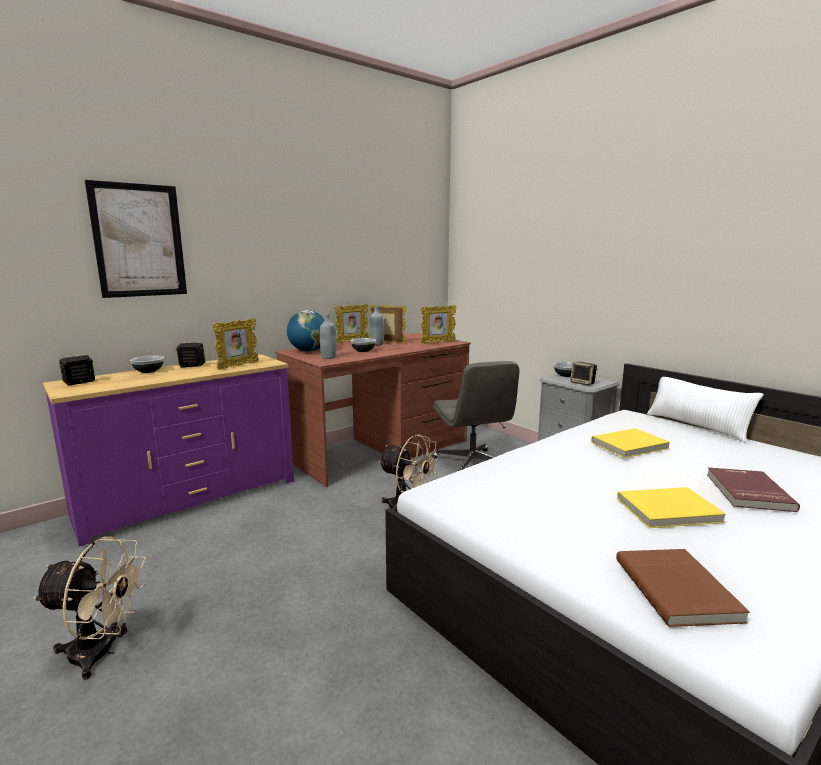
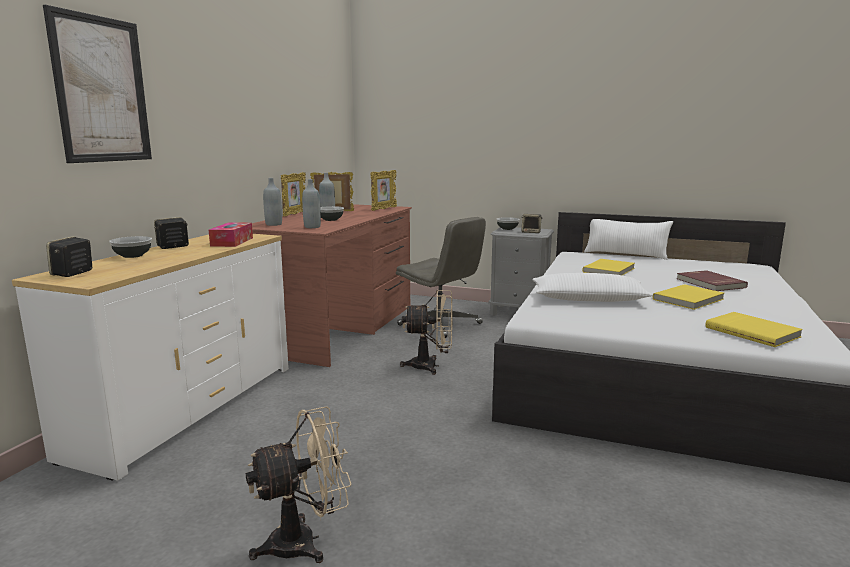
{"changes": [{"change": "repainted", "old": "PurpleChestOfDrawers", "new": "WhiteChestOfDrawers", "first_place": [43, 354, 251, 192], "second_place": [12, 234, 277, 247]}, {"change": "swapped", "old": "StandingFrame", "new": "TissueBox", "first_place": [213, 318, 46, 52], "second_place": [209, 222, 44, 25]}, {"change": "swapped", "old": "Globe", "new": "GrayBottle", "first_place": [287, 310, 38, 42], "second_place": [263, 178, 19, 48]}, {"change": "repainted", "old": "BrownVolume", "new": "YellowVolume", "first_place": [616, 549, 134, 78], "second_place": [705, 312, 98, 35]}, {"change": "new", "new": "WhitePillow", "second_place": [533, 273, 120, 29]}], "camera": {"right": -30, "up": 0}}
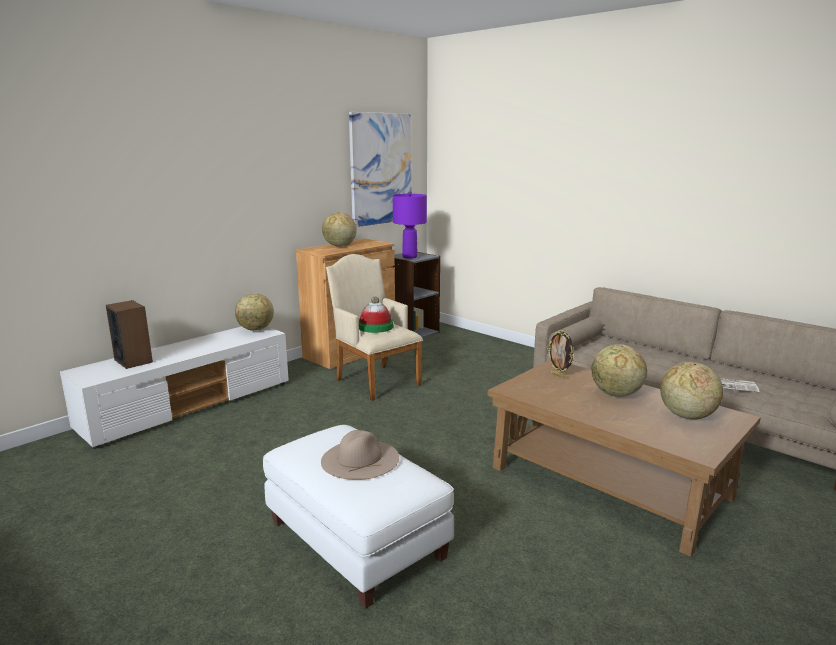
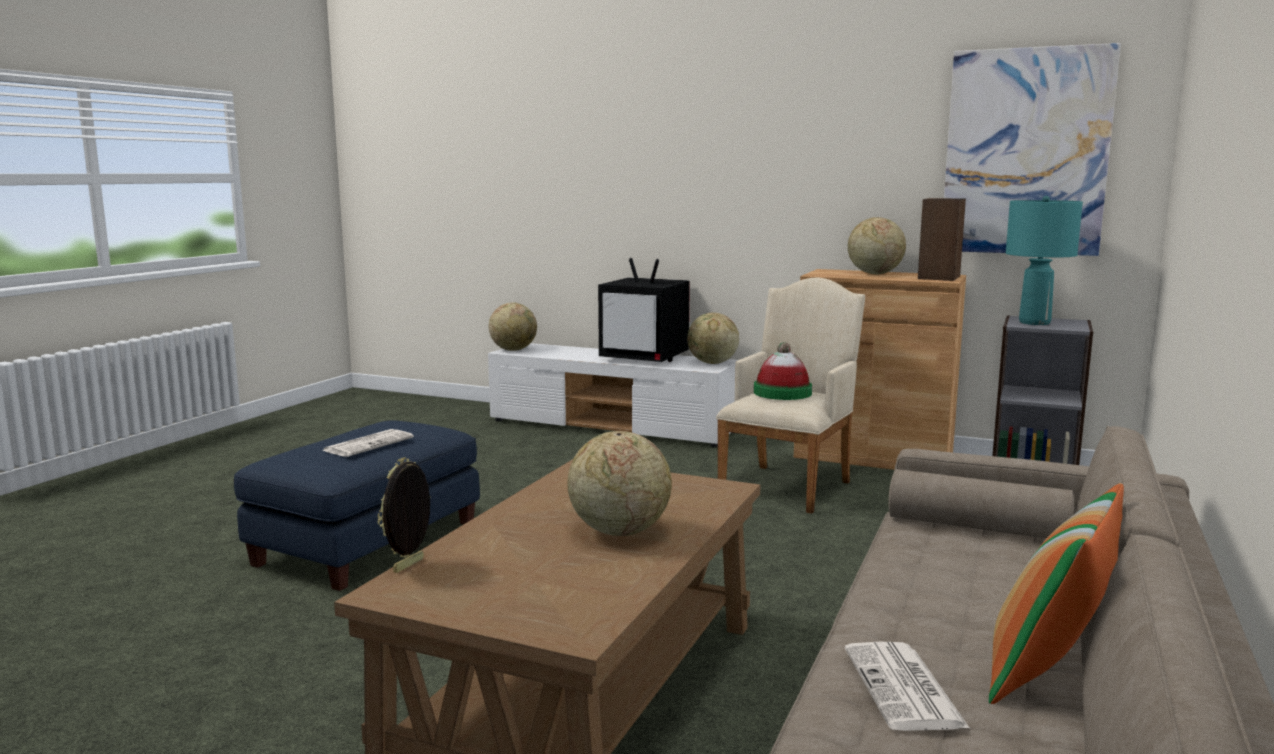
{"changes": [{"change": "shifted", "old": "AudioSpeaker", "first_place": [106, 300, 47, 69], "second_place": [918, 198, 48, 83]}, {"change": "repainted", "old": "WhiteOttoman", "new": "BlueColouredOttoman", "first_place": [263, 425, 191, 184], "second_place": [234, 420, 246, 171]}, {"change": "swapped", "old": "SandColouredClothingHat", "new": "PrintedPaper", "first_place": [321, 430, 78, 50], "second_place": [322, 429, 92, 28]}, {"change": "repainted", "old": "PurpleTableLamp", "new": "TurquoiseColouredTableLamp", "first_place": [393, 192, 34, 67], "second_place": [1006, 196, 77, 129]}, {"change": "shifted", "old": "StandingFrame", "first_place": [547, 330, 28, 48], "second_place": [378, 457, 52, 116]}, {"change": "shifted", "old": "Globe", "first_place": [660, 362, 63, 58], "second_place": [489, 302, 48, 49]}, {"change": "new", "new": "TvSet", "second_place": [598, 258, 92, 104]}, {"change": "new", "new": "Pillow", "second_place": [989, 483, 135, 221]}], "camera": {"right": 70, "up": -5}}
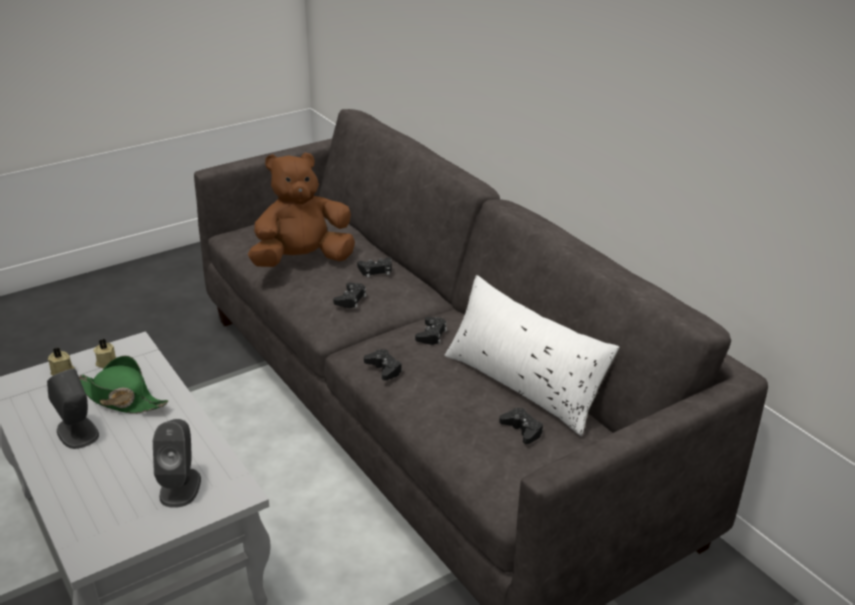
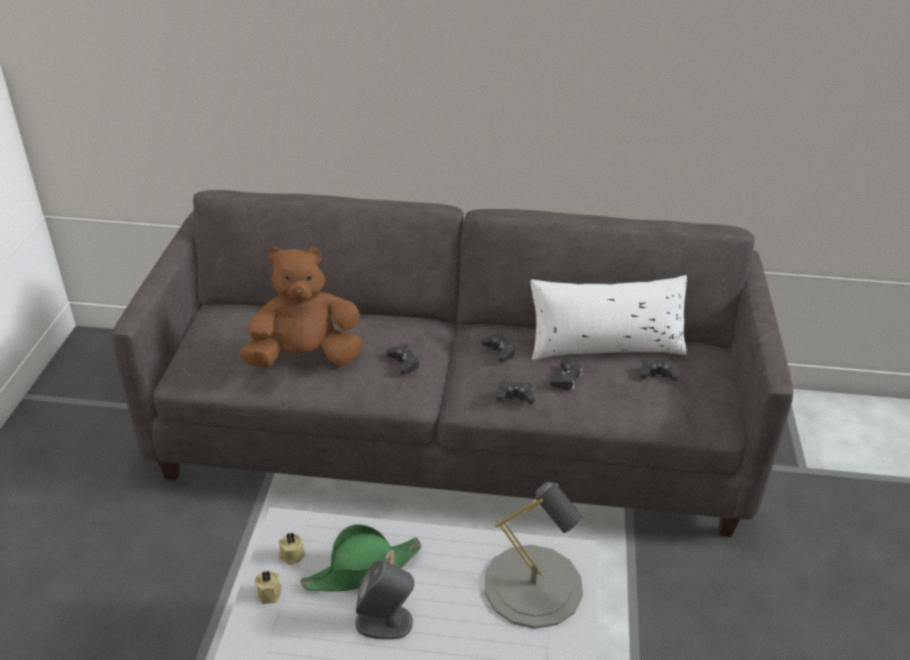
{"changes": [{"change": "swapped", "old": "GrayAudioSpeaker", "new": "GrayTableLamp", "first_place": [153, 419, 48, 89], "second_place": [484, 482, 99, 147]}, {"change": "rotated", "old": "BrownSoftToy", "first_place": [248, 153, 107, 114], "second_place": [240, 247, 123, 121], "degrees": 60}, {"change": "shifted", "old": "BlackColouredGamepad", "first_place": [357, 257, 35, 21], "second_place": [550, 360, 32, 30]}], "camera": {"right": -50, "up": 5}}
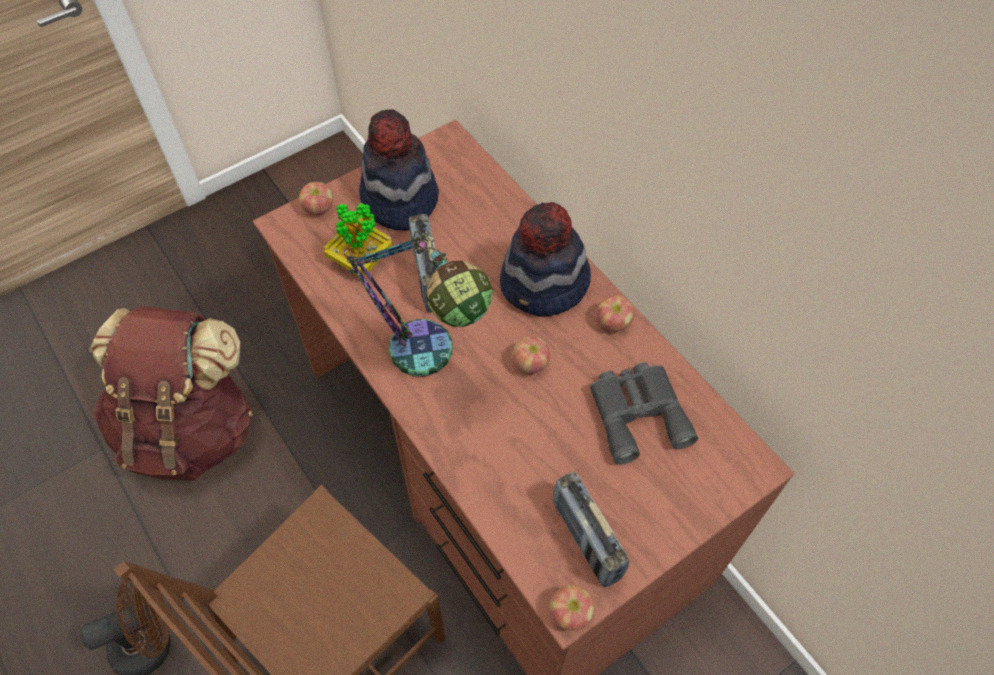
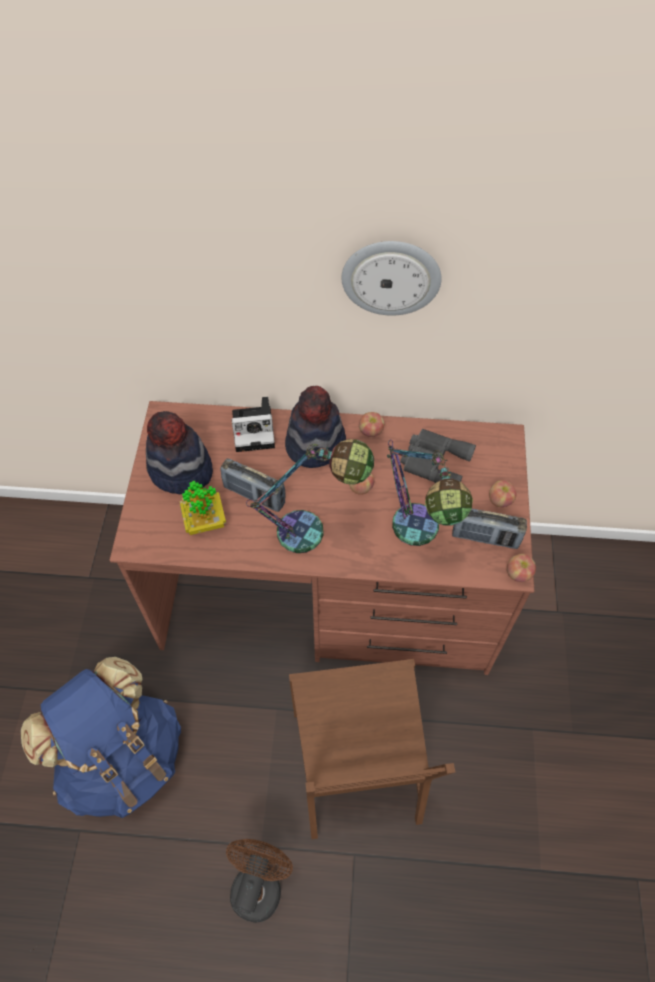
{"changes": [{"change": "repainted", "old": "BrownRucksack", "new": "BlueColouredRucksack", "first_place": [89, 306, 164, 175], "second_place": [21, 657, 160, 161]}, {"change": "shifted", "old": "AppleFruit", "first_place": [299, 182, 34, 33], "second_place": [489, 480, 27, 27]}, {"change": "new", "new": "StillCamera", "second_place": [232, 397, 43, 55]}, {"change": "new", "new": "HangingClock", "second_place": [341, 241, 101, 75]}, {"change": "new", "new": "TableLamp", "second_place": [387, 440, 86, 106]}], "camera": {"right": -50, "up": 0}}
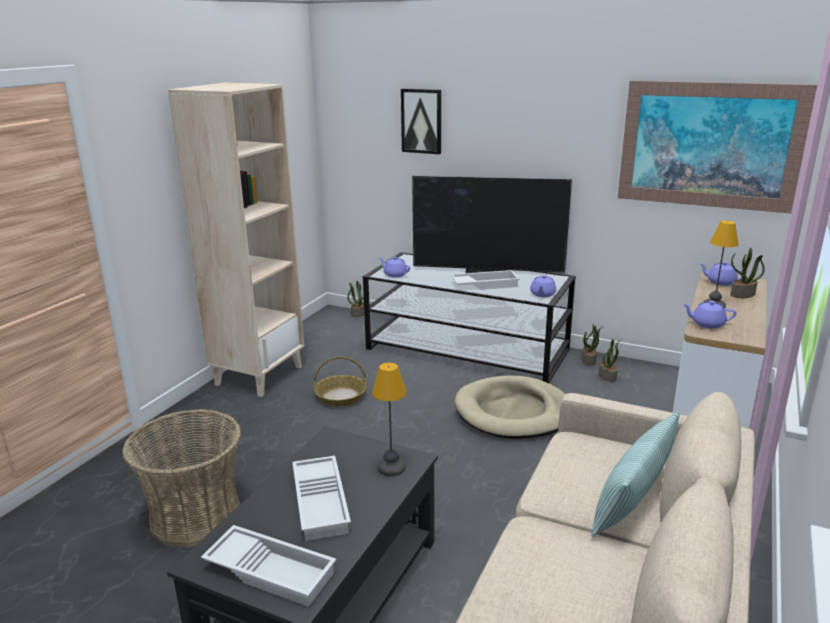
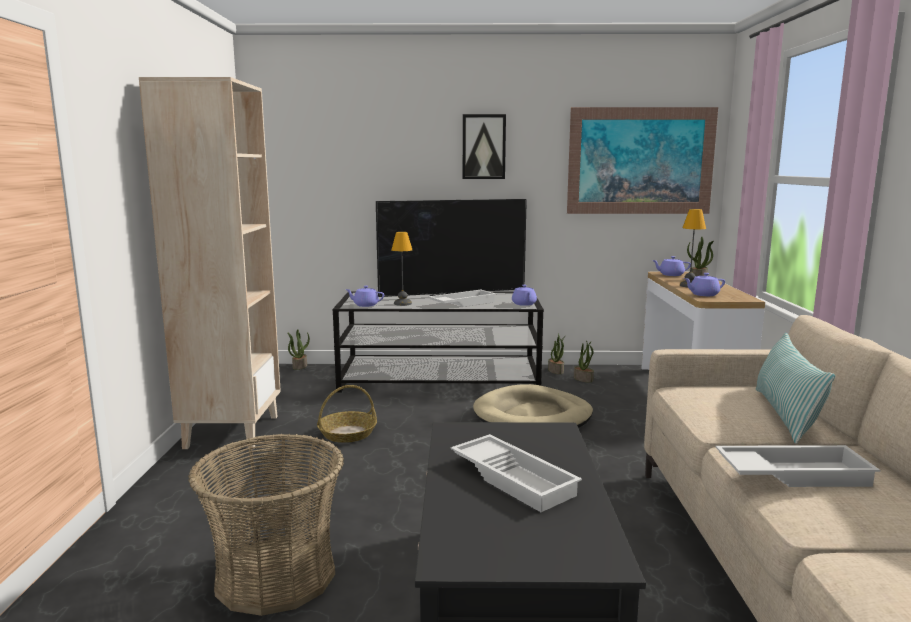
{"changes": [{"change": "shifted", "old": "WhiteCarryingTray", "first_place": [201, 525, 136, 82], "second_place": [716, 445, 164, 42]}, {"change": "shifted", "old": "TableLamp", "first_place": [372, 363, 35, 113], "second_place": [391, 232, 21, 74]}, {"change": "shifted", "old": "WallArt", "first_place": [401, 89, 40, 65], "second_place": [463, 114, 43, 65]}], "camera": {"right": -25, "up": -10}}
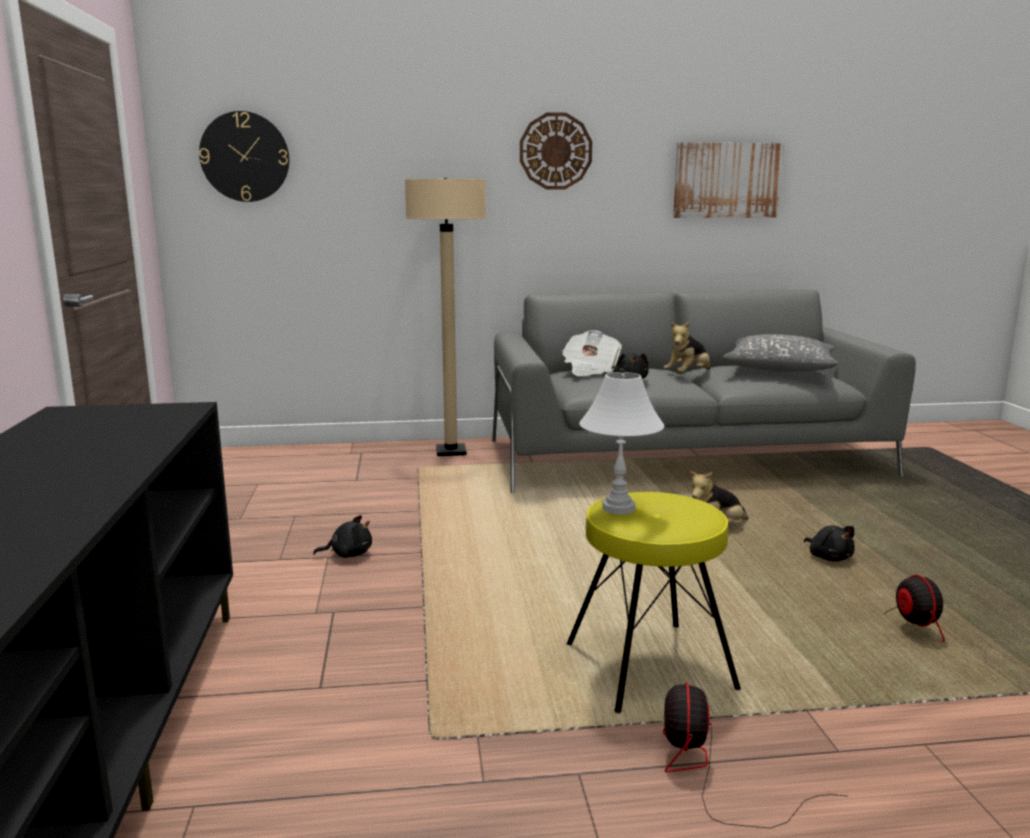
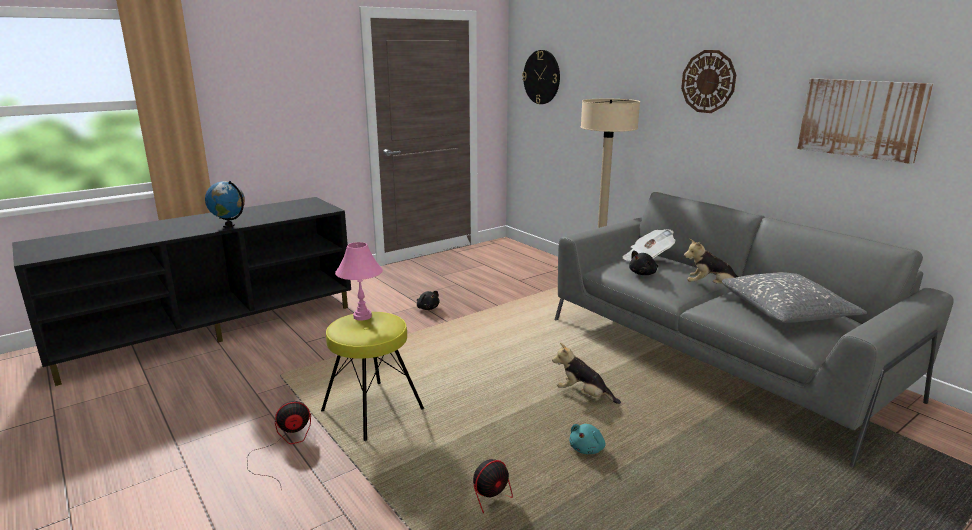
{"changes": [{"change": "repainted", "old": "WhiteTableLamp", "new": "PinkishTableLamp", "first_place": [579, 372, 85, 143], "second_place": [335, 242, 48, 79]}, {"change": "repainted", "old": "BlackColouredSoftToy", "new": "TurquoiseColouredSoftToy", "first_place": [804, 526, 51, 35], "second_place": [569, 424, 36, 30]}, {"change": "new", "new": "Globe", "second_place": [205, 181, 40, 47]}], "camera": {"right": 60, "up": 5}}
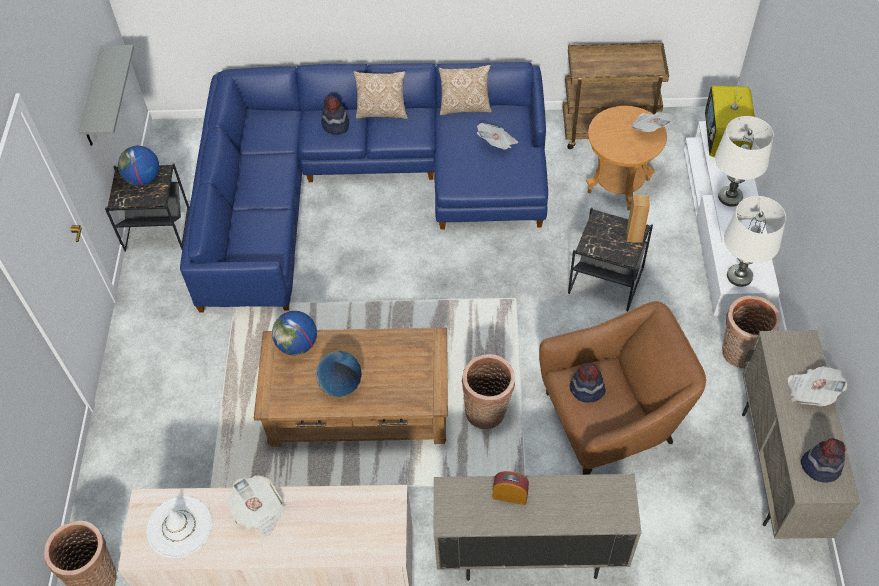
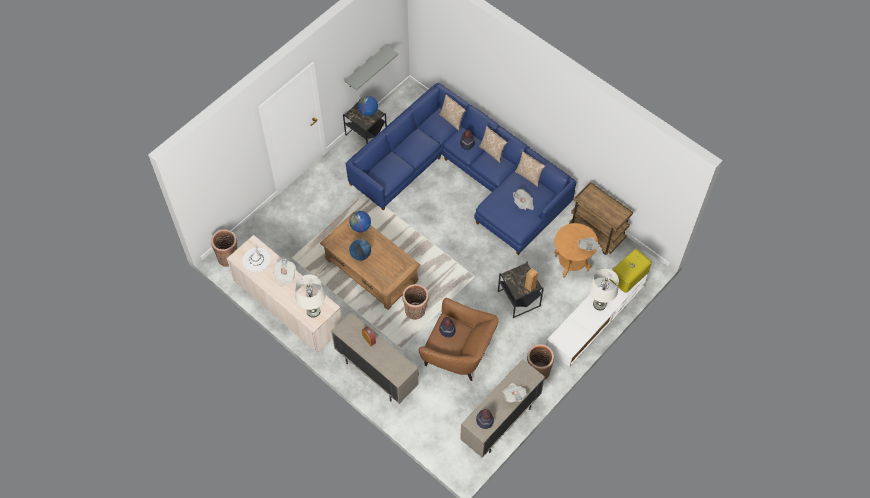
{"changes": [{"change": "shifted", "old": "WhiteTableLamp", "first_place": [724, 196, 62, 91], "second_place": [295, 275, 30, 43]}, {"change": "new", "new": "Pillow", "second_place": [439, 94, 27, 37]}], "camera": {"right": 40, "up": 5}}
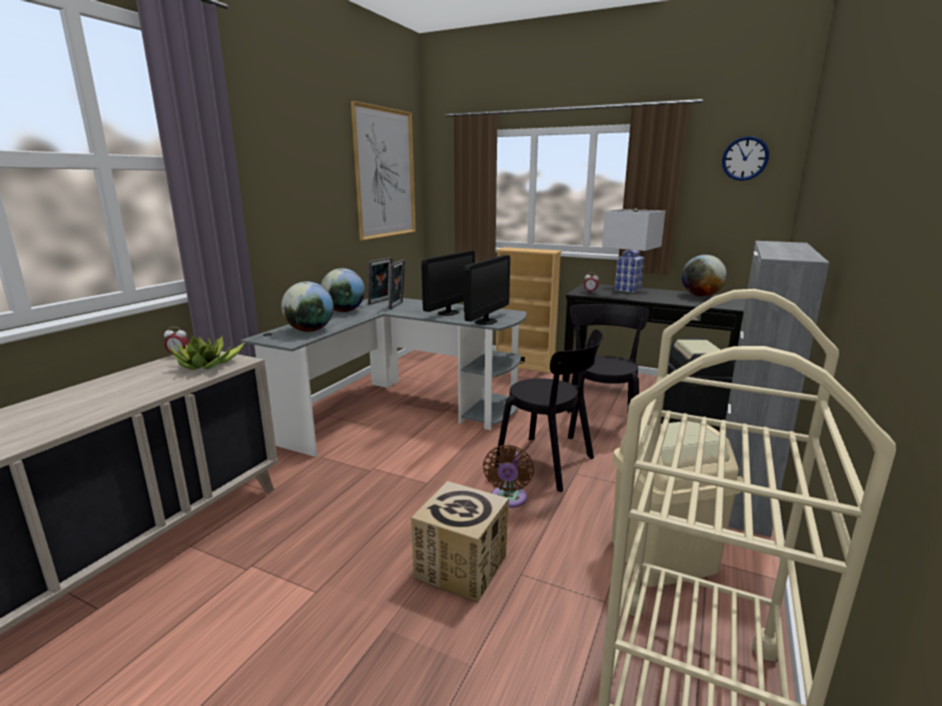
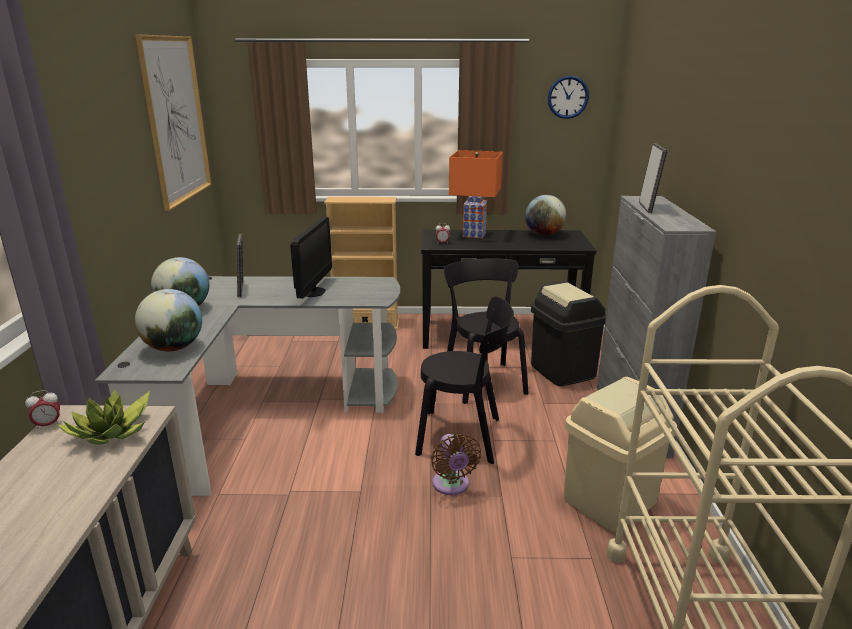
{"changes": [{"change": "shifted", "old": "StandingFrame", "first_place": [368, 257, 24, 48], "second_place": [639, 143, 29, 70]}, {"change": "gone", "old": "PackingBox", "first_place": [411, 481, 98, 122]}, {"change": "gone", "old": "Monitor", "first_place": [464, 255, 46, 70]}, {"change": "repainted", "old": "WhiteTableLamp", "new": "OrangeyTableLamp", "first_place": [602, 208, 63, 85], "second_place": [449, 150, 54, 88]}], "camera": {"right": -25, "up": 5}}
